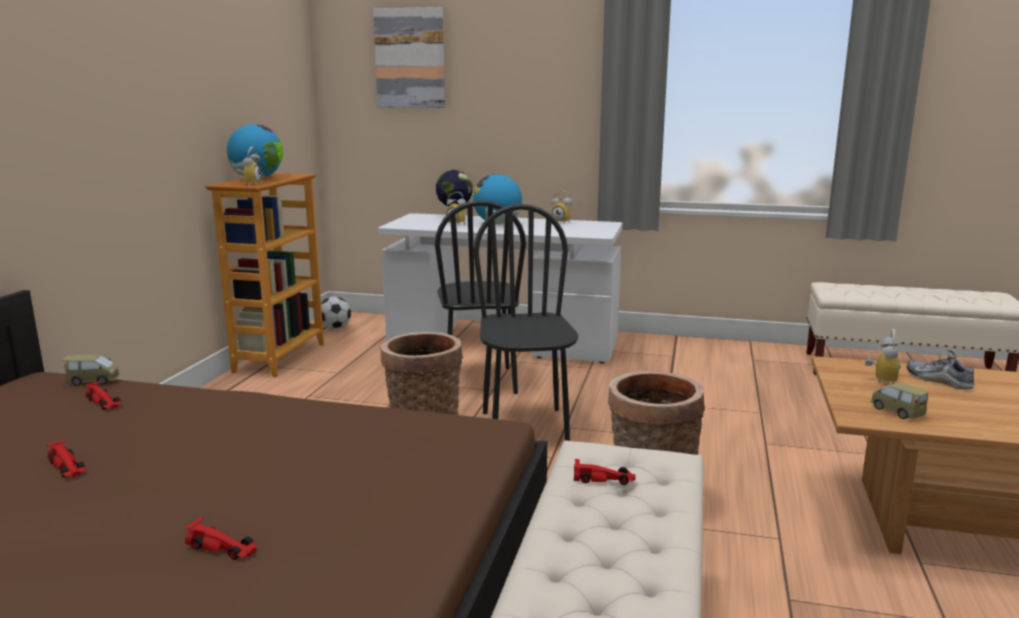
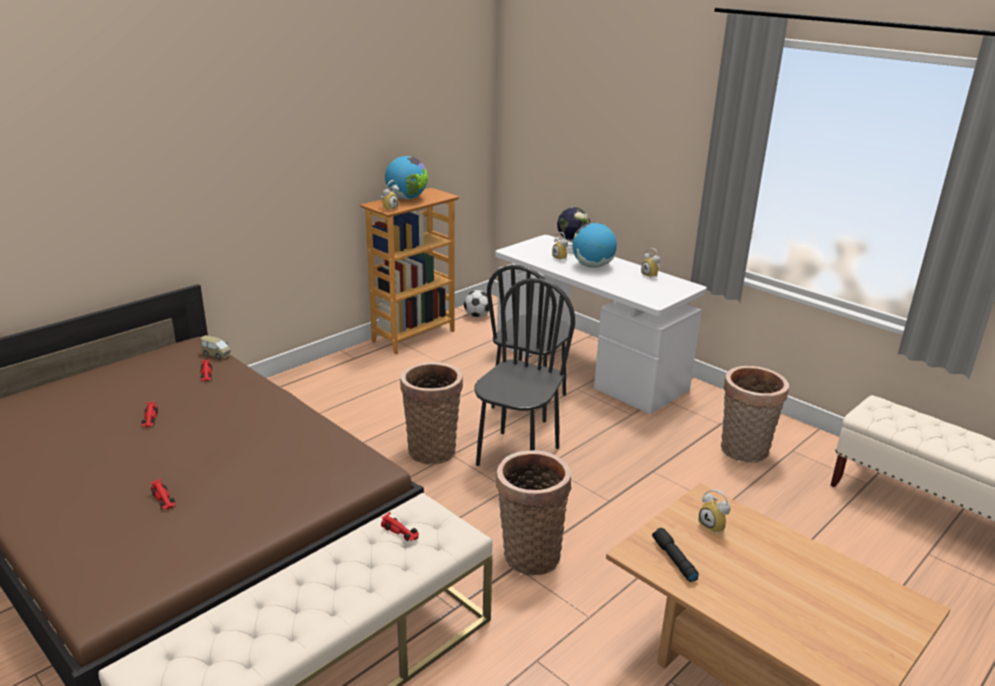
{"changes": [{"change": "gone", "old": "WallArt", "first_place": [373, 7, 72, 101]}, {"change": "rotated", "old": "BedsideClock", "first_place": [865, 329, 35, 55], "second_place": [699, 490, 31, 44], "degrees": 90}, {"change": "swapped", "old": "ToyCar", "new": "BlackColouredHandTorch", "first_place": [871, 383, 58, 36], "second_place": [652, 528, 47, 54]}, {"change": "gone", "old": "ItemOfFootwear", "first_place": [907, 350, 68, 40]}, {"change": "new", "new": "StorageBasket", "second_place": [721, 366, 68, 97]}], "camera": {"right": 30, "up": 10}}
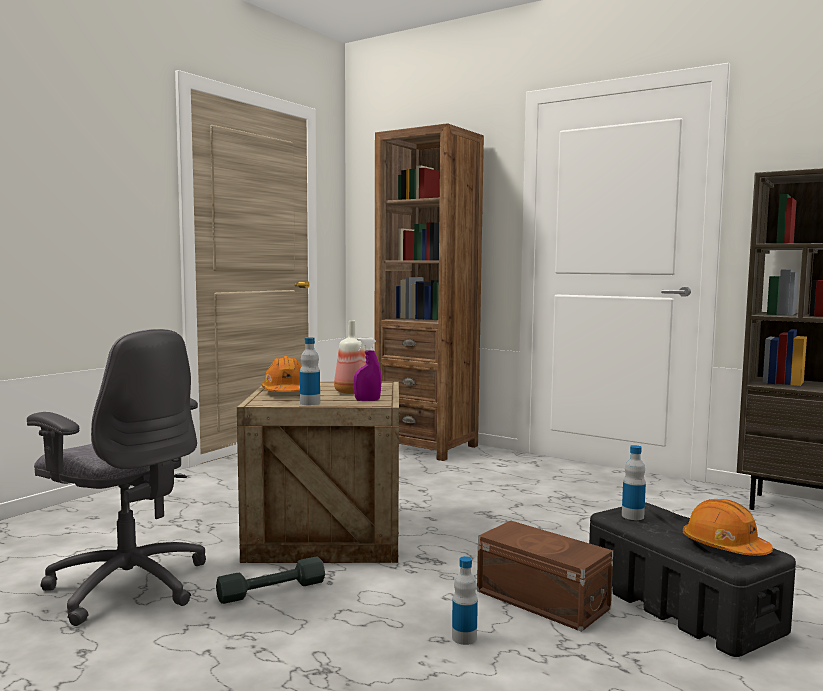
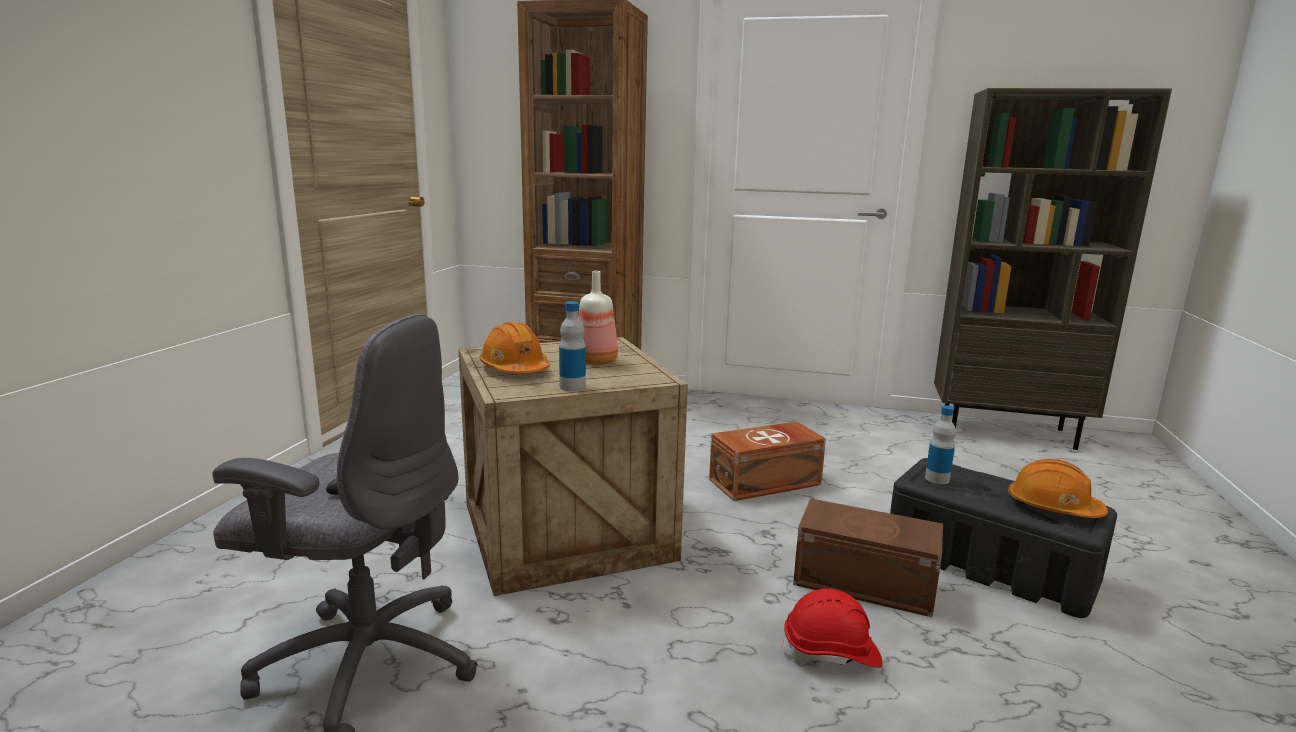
{"changes": [{"change": "gone", "old": "GrayFreeWeight", "first_place": [216, 556, 109, 48]}, {"change": "gone", "old": "PurpleHandSprayer", "first_place": [354, 338, 28, 63]}, {"change": "swapped", "old": "Bottle", "new": "ReddishWorkHelmet", "first_place": [452, 556, 26, 89], "second_place": [782, 588, 100, 80]}, {"change": "new", "new": "BrownStorageBin", "second_place": [709, 421, 117, 80]}], "camera": {"right": -20, "up": 10}}
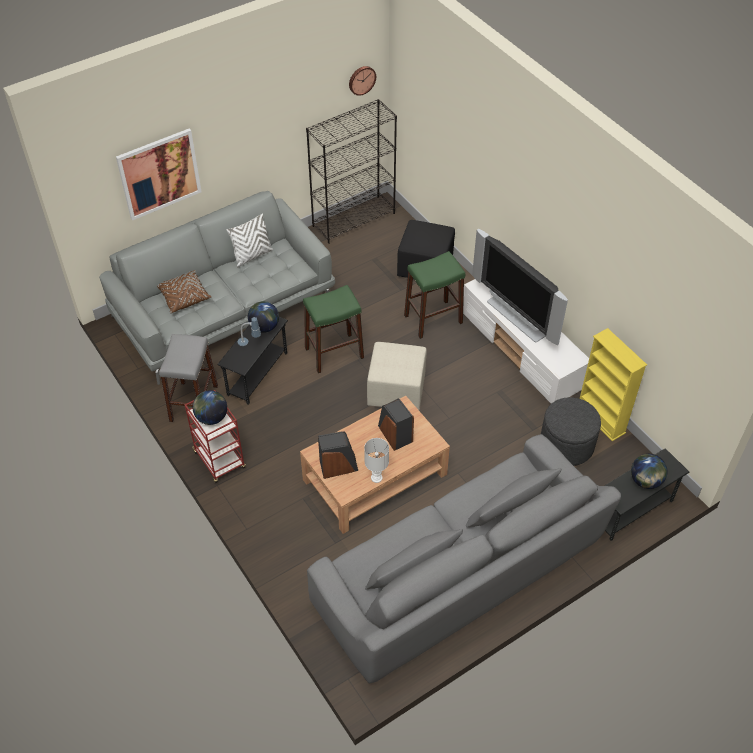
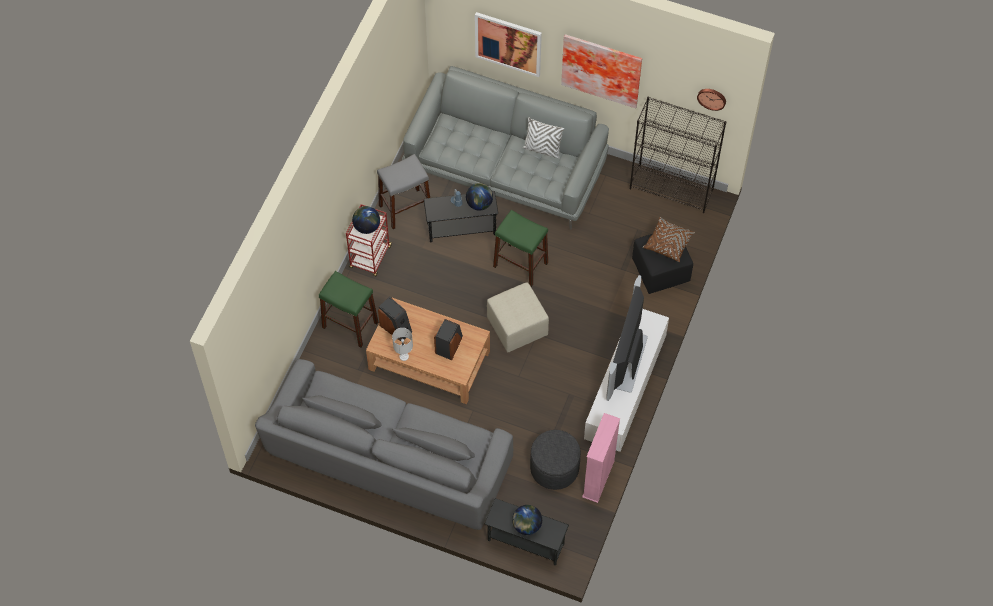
{"changes": [{"change": "shifted", "old": "BrownPillow", "first_place": [157, 270, 54, 43], "second_place": [643, 217, 52, 45]}, {"change": "shifted", "old": "GreenColouredSittingStool", "first_place": [404, 251, 61, 88], "second_place": [319, 271, 59, 76]}, {"change": "repainted", "old": "YellowBookcase", "new": "PinkishBookcase", "first_place": [580, 328, 67, 113], "second_place": [582, 413, 38, 90]}, {"change": "new", "new": "WallArt", "second_place": [561, 34, 81, 74]}], "camera": {"right": 55, "up": 10}}
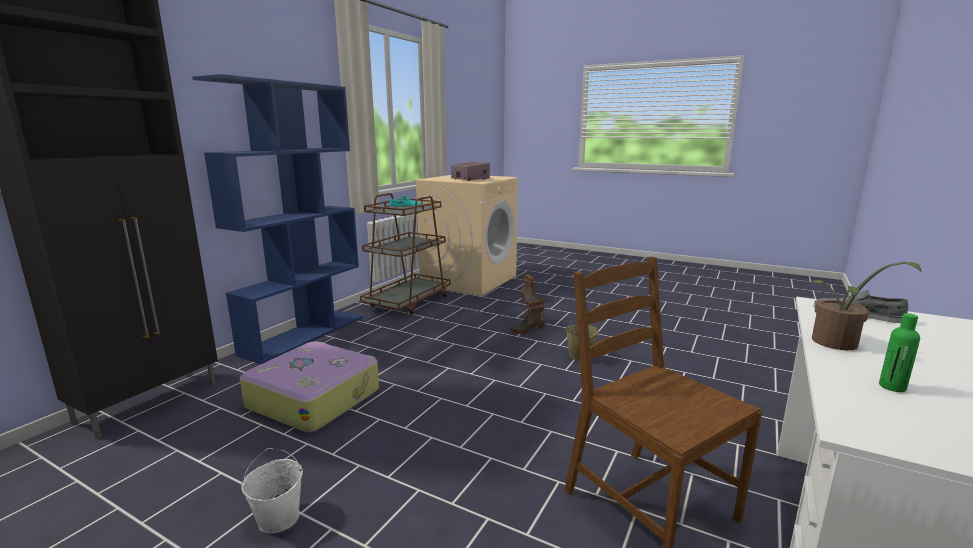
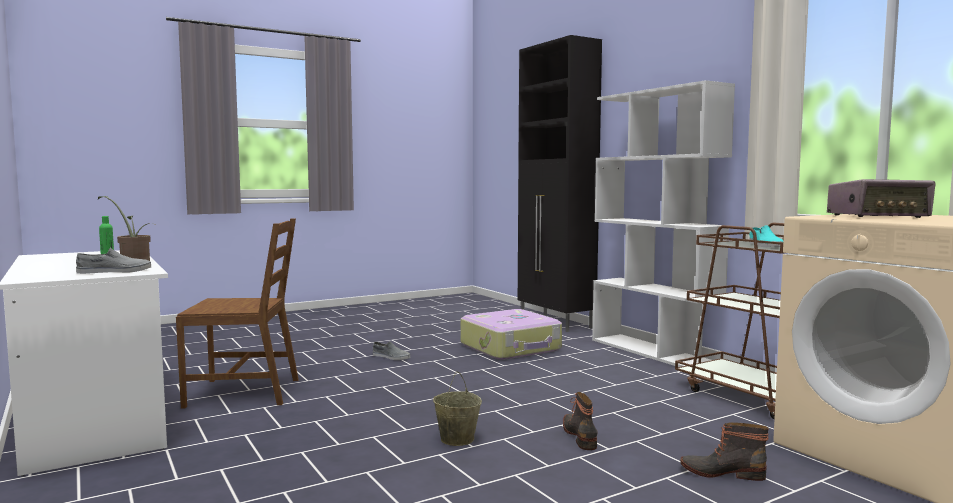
{"changes": [{"change": "repainted", "old": "BlueColouredBookcase", "new": "WhiteBookcase", "first_place": [192, 74, 171, 290], "second_place": [592, 80, 143, 287]}, {"change": "gone", "old": "WhiteWaterBucket", "first_place": [241, 448, 62, 85]}, {"change": "new", "new": "GrayItemOfFootwear", "second_place": [373, 341, 37, 19]}], "camera": {"right": 120, "up": -10}}
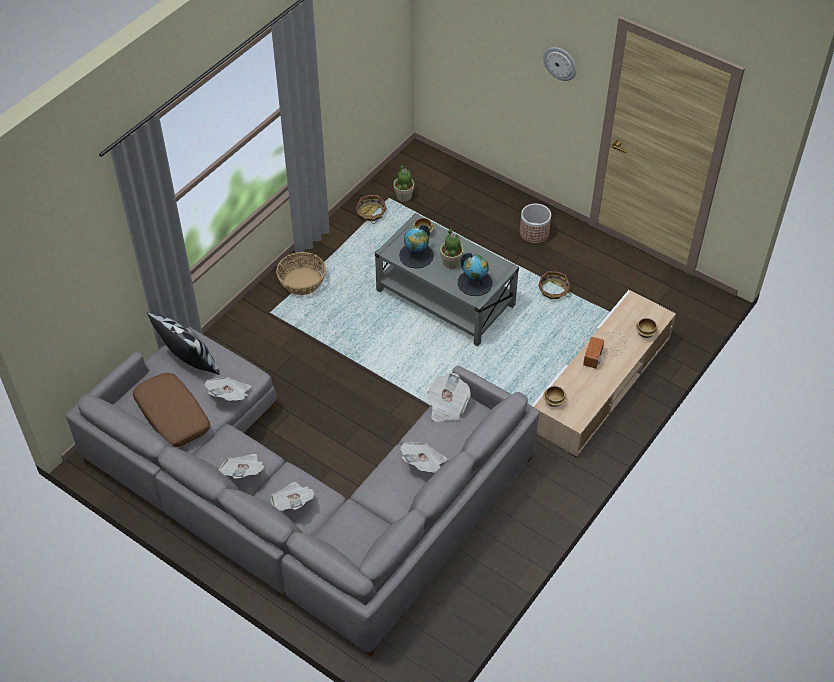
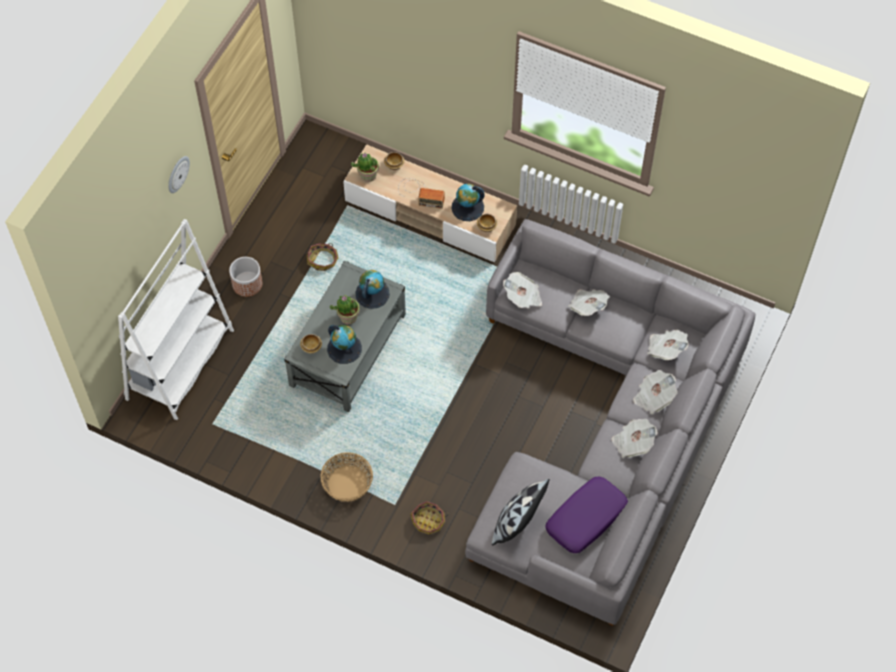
{"changes": [{"change": "repainted", "old": "BrownPillow", "new": "PurplePillow", "first_place": [133, 373, 77, 74], "second_place": [546, 477, 82, 76]}, {"change": "shifted", "old": "PrintedPaper", "first_place": [205, 377, 46, 24], "second_place": [647, 329, 42, 31]}, {"change": "shifted", "old": "StorageBasket", "first_place": [356, 195, 31, 29], "second_place": [410, 501, 38, 33]}, {"change": "shifted", "old": "PottedPlant", "first_place": [394, 166, 20, 36], "second_place": [351, 153, 28, 29]}, {"change": "new", "new": "WhiteBookcase", "second_place": [118, 219, 116, 201]}, {"change": "new", "new": "Globe", "second_place": [452, 184, 33, 37]}], "camera": {"right": -100, "up": 10}}
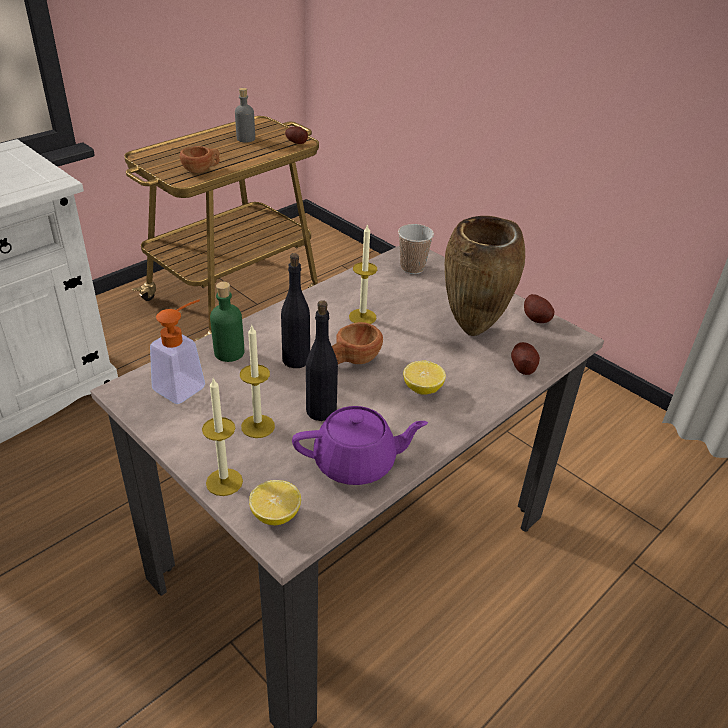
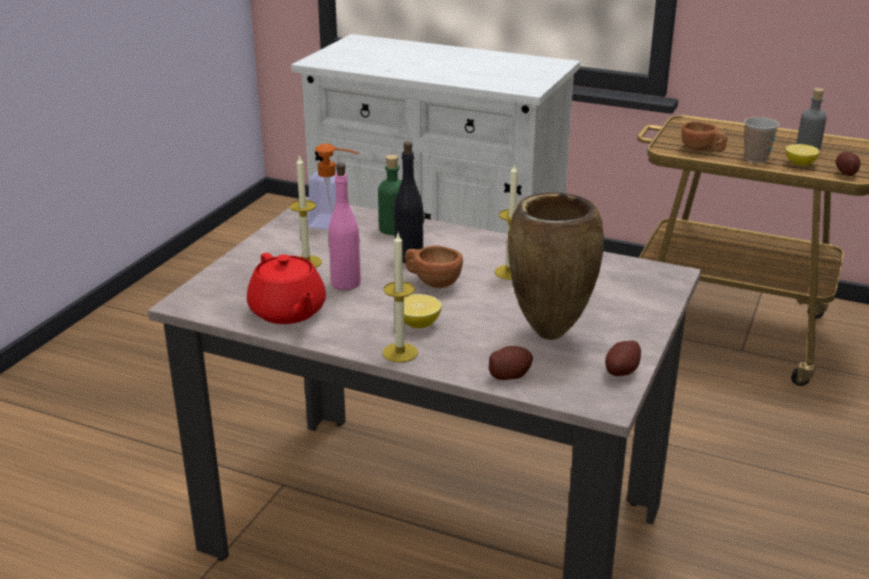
{"changes": [{"change": "shifted", "old": "WaxLight", "first_place": [202, 378, 41, 118], "second_place": [382, 233, 36, 130]}, {"change": "shifted", "old": "Lemon", "first_place": [249, 480, 52, 45], "second_place": [786, 144, 34, 22]}, {"change": "repainted", "old": "PurpleTeaPot", "new": "ReddishTeaPot", "first_place": [292, 406, 136, 79], "second_place": [247, 253, 79, 71]}, {"change": "repainted", "old": "BlackColouredBottle", "new": "PinkishBottle", "first_place": [306, 300, 32, 121], "second_place": [328, 163, 33, 127]}, {"change": "shifted", "old": "DrinkingCup", "first_place": [398, 224, 36, 50], "second_place": [744, 117, 35, 46]}], "camera": {"right": 70, "up": -10}}
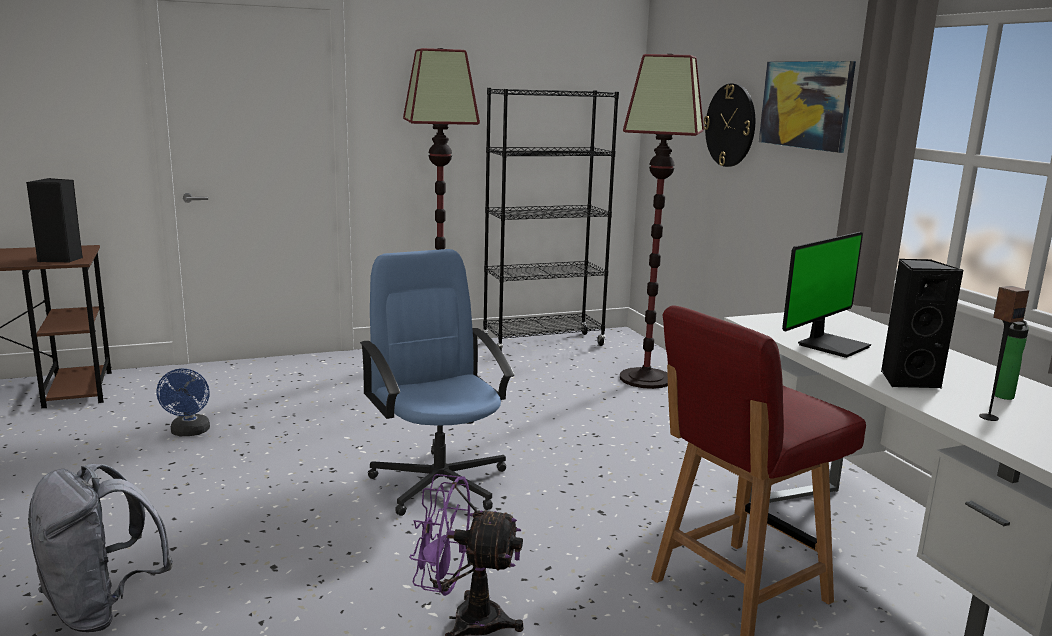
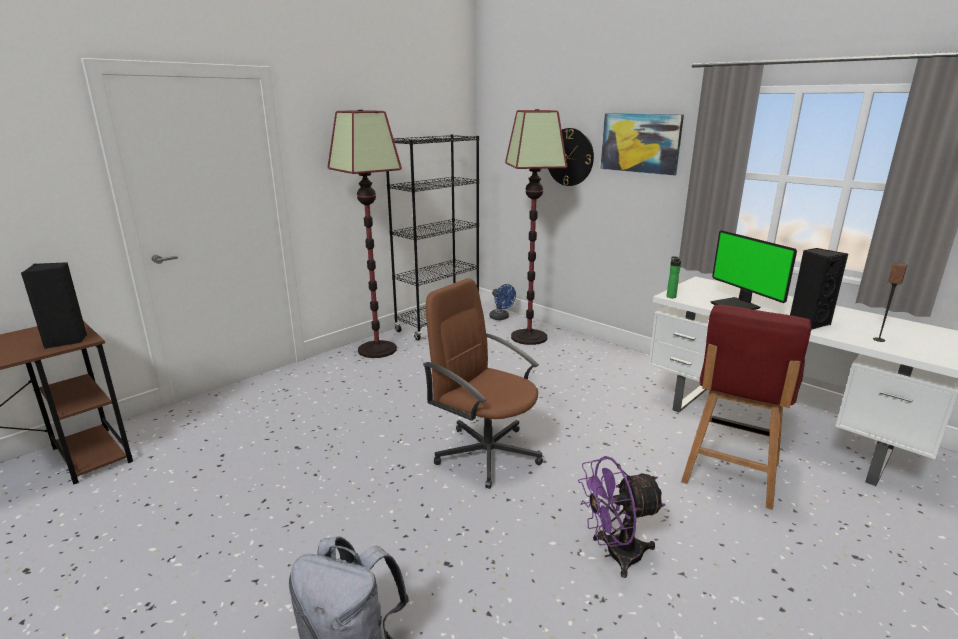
{"changes": [{"change": "shifted", "old": "BlueColouredElectricFan", "first_place": [157, 369, 53, 67], "second_place": [490, 284, 26, 36]}, {"change": "repainted", "old": "BlueColouredDeskChair", "new": "BrownDeskChair", "first_place": [360, 249, 155, 267], "second_place": [423, 278, 120, 211]}, {"change": "rotated", "old": "Monitor", "first_place": [782, 232, 89, 126], "second_place": [711, 230, 86, 80], "degrees": 135}, {"change": "shifted", "old": "Bottle", "first_place": [995, 321, 34, 79], "second_place": [667, 257, 14, 41]}], "camera": {"right": -25, "up": 5}}
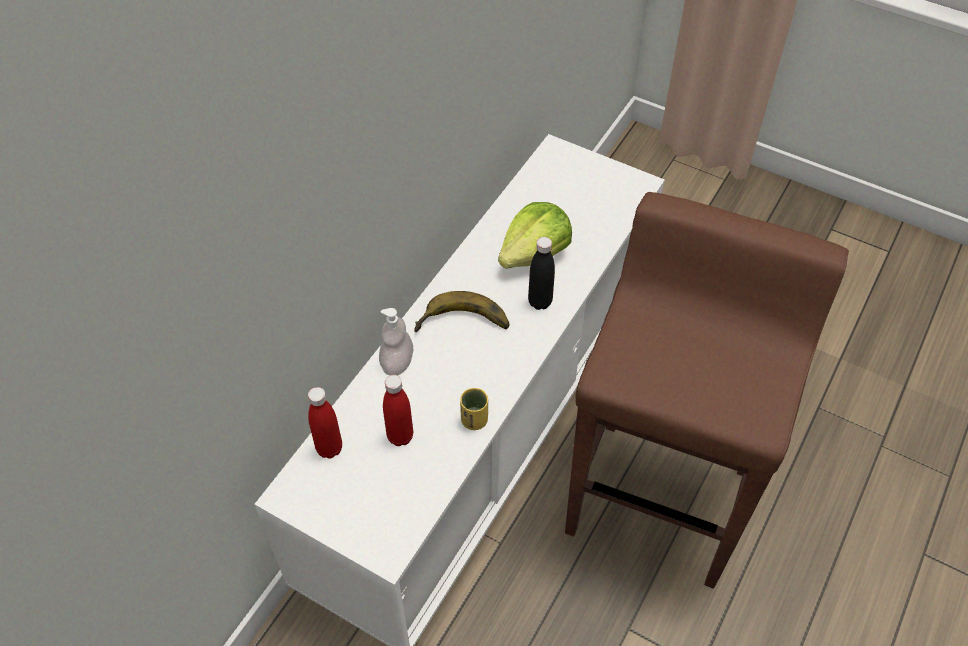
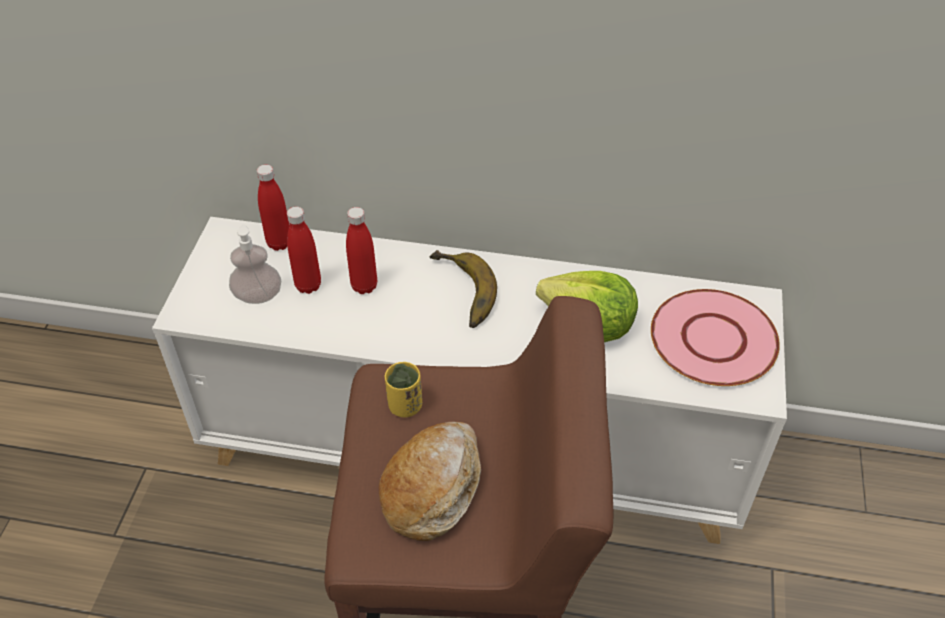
{"changes": [{"change": "shifted", "old": "LiquidSoapBottle", "first_place": [379, 308, 34, 68], "second_place": [229, 225, 52, 79]}, {"change": "shifted", "old": "YellowDrinkingCup", "first_place": [460, 388, 28, 42], "second_place": [385, 362, 37, 55]}, {"change": "gone", "old": "BlackColouredBottle", "first_place": [528, 237, 27, 73]}, {"change": "new", "new": "ReddishBottle", "second_place": [346, 207, 31, 87]}, {"change": "new", "new": "BakedBread", "second_place": [379, 422, 102, 119]}, {"change": "new", "new": "PinkishDinnerPlate", "second_place": [651, 289, 129, 97]}], "camera": {"right": 70, "up": -5}}
